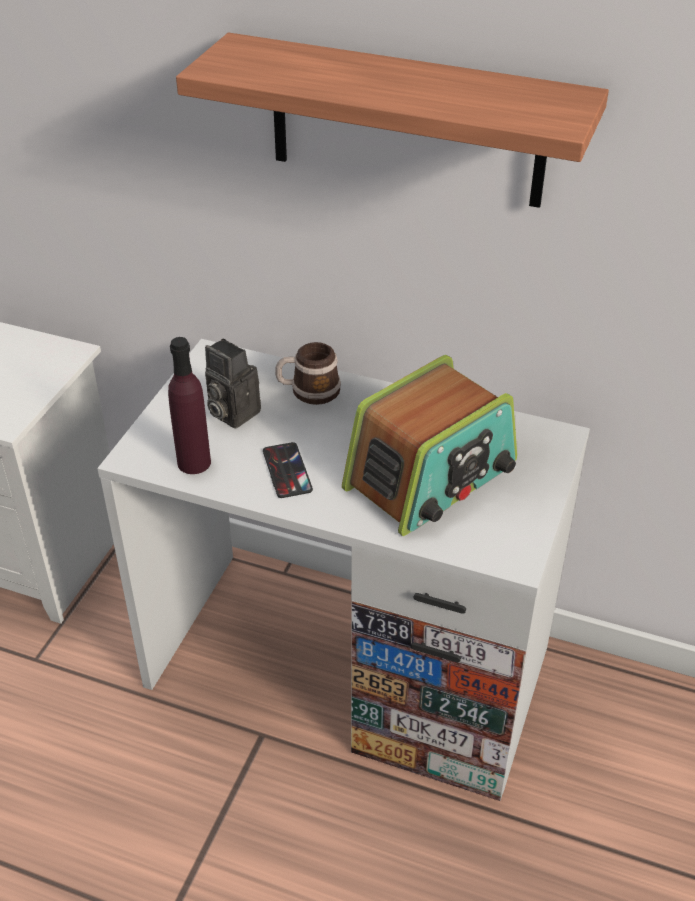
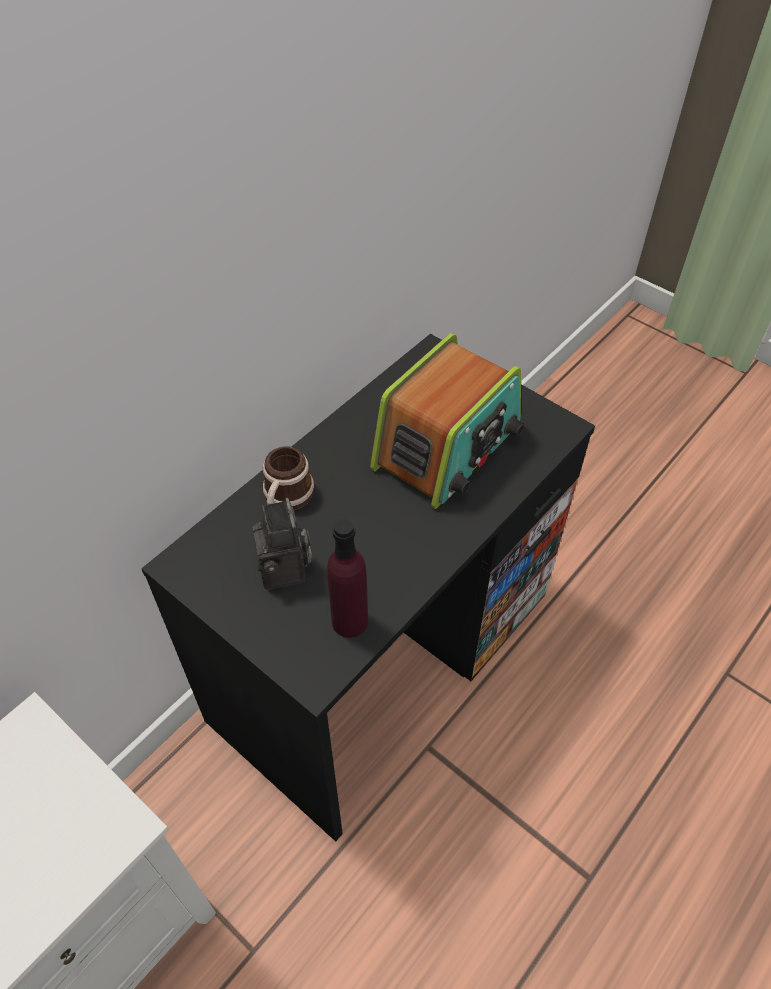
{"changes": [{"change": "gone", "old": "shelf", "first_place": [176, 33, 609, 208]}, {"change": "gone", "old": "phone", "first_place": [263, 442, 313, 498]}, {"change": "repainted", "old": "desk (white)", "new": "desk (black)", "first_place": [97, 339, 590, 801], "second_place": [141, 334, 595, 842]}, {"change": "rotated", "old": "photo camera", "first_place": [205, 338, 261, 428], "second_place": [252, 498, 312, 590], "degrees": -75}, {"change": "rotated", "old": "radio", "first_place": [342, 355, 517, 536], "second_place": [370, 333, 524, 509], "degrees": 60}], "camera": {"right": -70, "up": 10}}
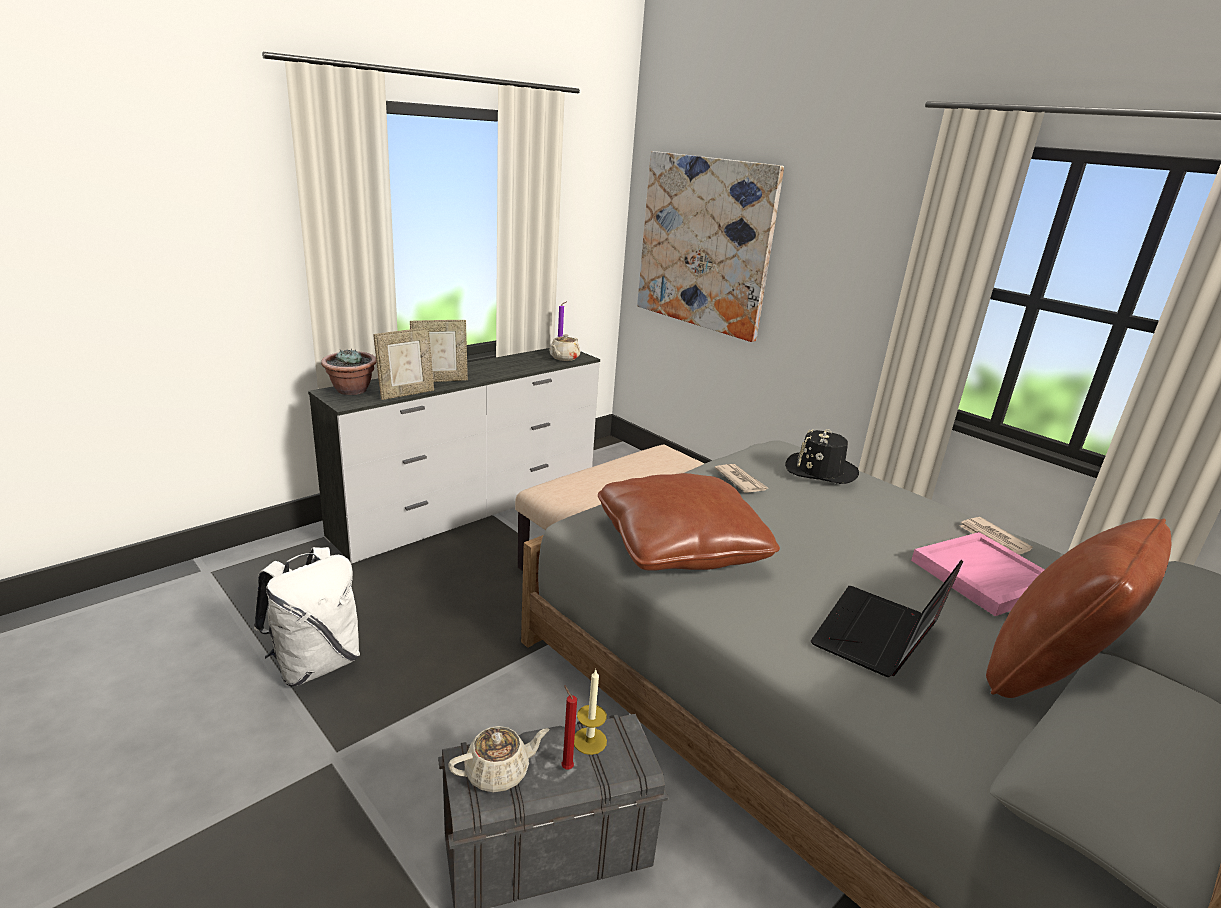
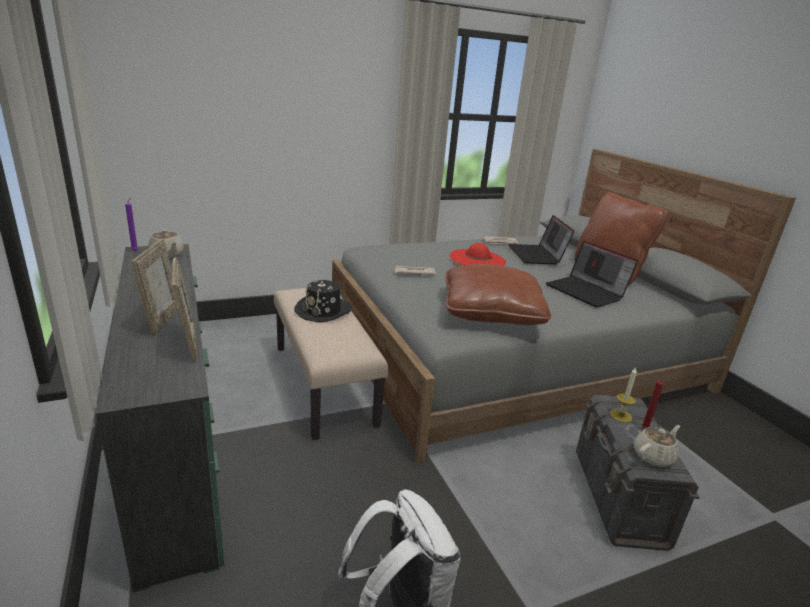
{"changes": [{"change": "gone", "old": "potted plant", "first_place": [321, 348, 377, 395]}, {"change": "gone", "old": "picture", "first_place": [637, 151, 784, 342]}, {"change": "new", "new": "hat (red)", "second_place": [450, 243, 506, 266]}, {"change": "shifted", "old": "hat (black)", "first_place": [785, 429, 859, 484], "second_place": [294, 279, 352, 322]}, {"change": "swapped", "old": "tray (pink)", "new": "laptop", "first_place": [911, 532, 1045, 616], "second_place": [508, 215, 575, 264]}, {"change": "repainted", "old": "dresser (white)", "new": "dresser (green)", "first_place": [308, 348, 600, 564], "second_place": [96, 244, 224, 593]}, {"change": "rotated", "old": "teapot (beige)", "first_place": [448, 726, 549, 792], "second_place": [634, 425, 680, 467], "degrees": 60}], "camera": {"right": -70, "up": 0}}
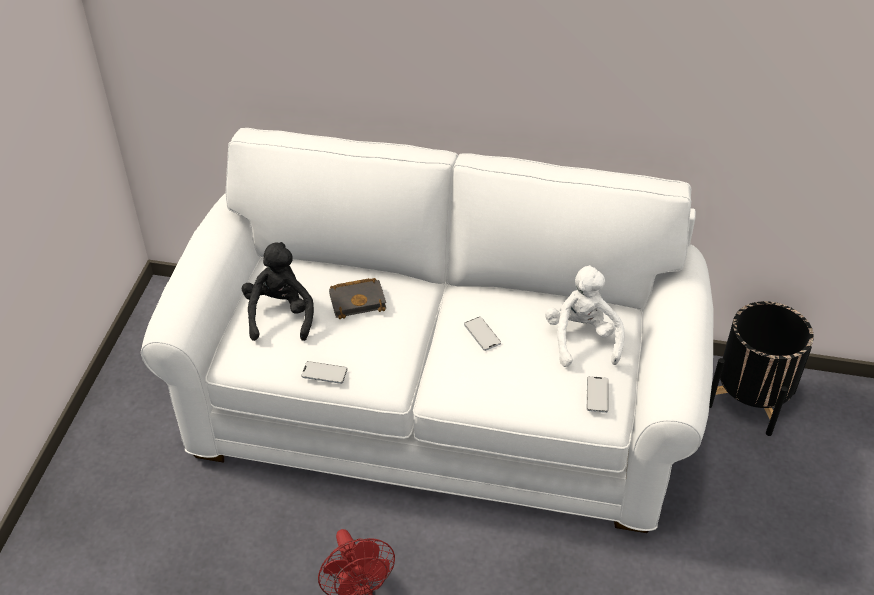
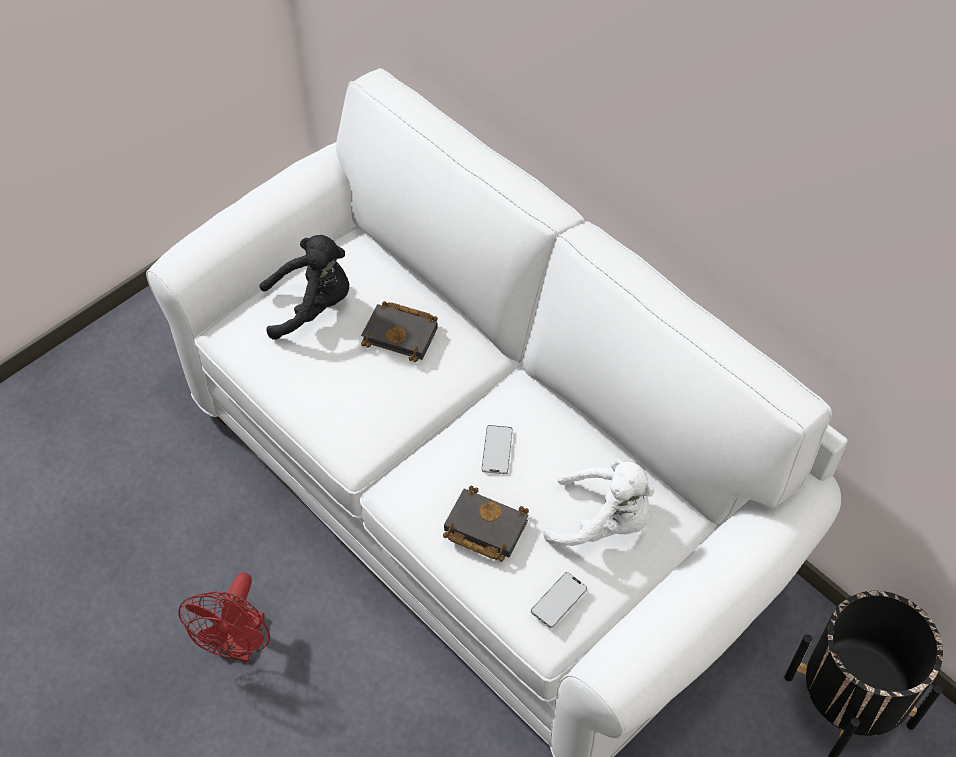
{"changes": [{"change": "gone", "old": "phone", "first_place": [301, 361, 348, 384]}, {"change": "new", "new": "book (black)", "second_place": [443, 486, 529, 562]}, {"change": "rotated", "old": "plush toy (black)", "first_place": [242, 242, 314, 341], "second_place": [259, 235, 349, 340], "degrees": 45}, {"change": "rotated", "old": "plush toy (white)", "first_place": [545, 265, 625, 367], "second_place": [544, 459, 654, 546], "degrees": 75}], "camera": {"right": 35, "up": 10}}
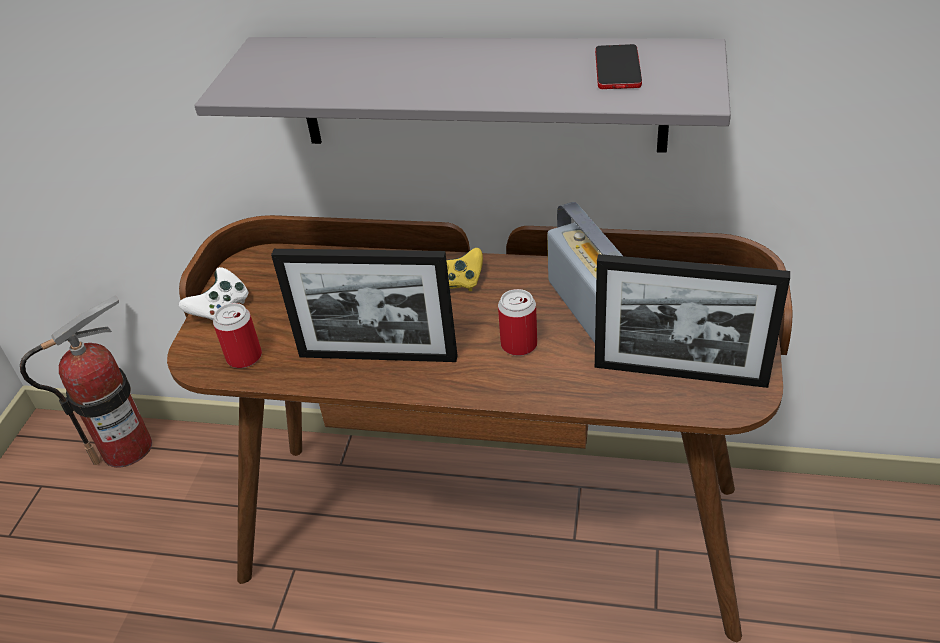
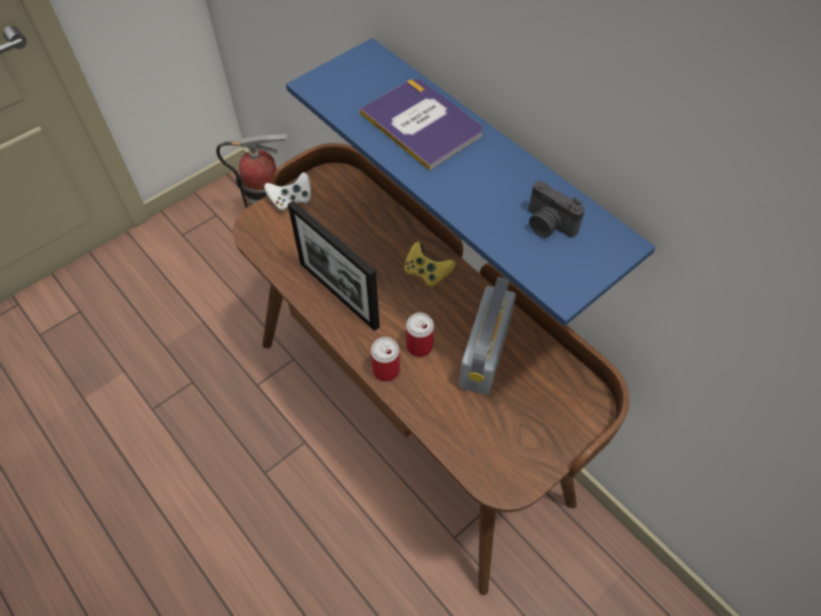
{"changes": [{"change": "gone", "old": "picture frame", "first_place": [595, 254, 790, 388]}, {"change": "new", "new": "book", "second_place": [360, 79, 483, 171]}, {"change": "shifted", "old": "can", "first_place": [213, 303, 262, 368], "second_place": [371, 337, 400, 382]}, {"change": "swapped", "old": "phone", "new": "photo camera", "first_place": [595, 44, 642, 89], "second_place": [528, 181, 585, 238]}, {"change": "repainted", "old": "shelf (grey)", "new": "shelf (blue)", "first_place": [194, 37, 731, 153], "second_place": [286, 38, 656, 326]}], "camera": {"right": 35, "up": 15}}
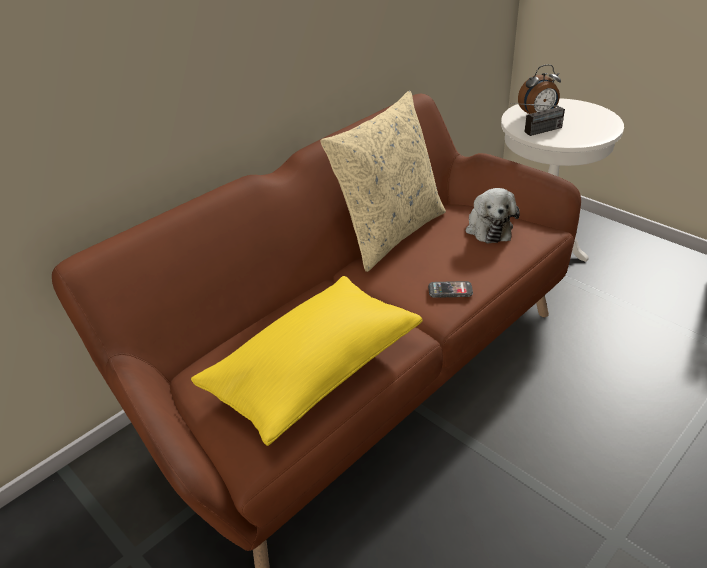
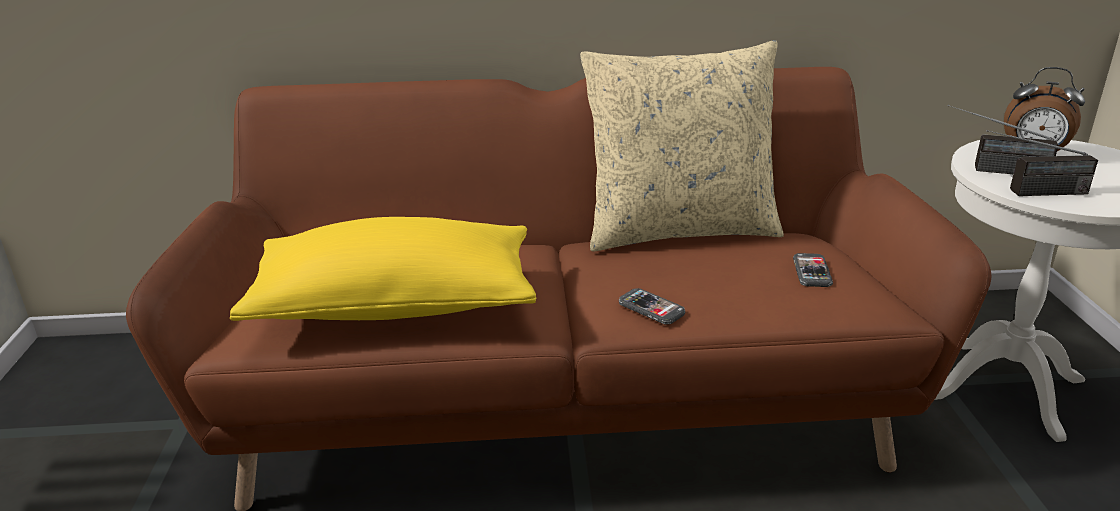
{"changes": [{"change": "new", "new": "radio", "second_place": [986, 130, 1098, 196]}, {"change": "swapped", "old": "plush toy", "new": "phone", "first_place": [466, 188, 520, 244], "second_place": [793, 253, 833, 287]}], "camera": {"right": 40, "up": -10}}
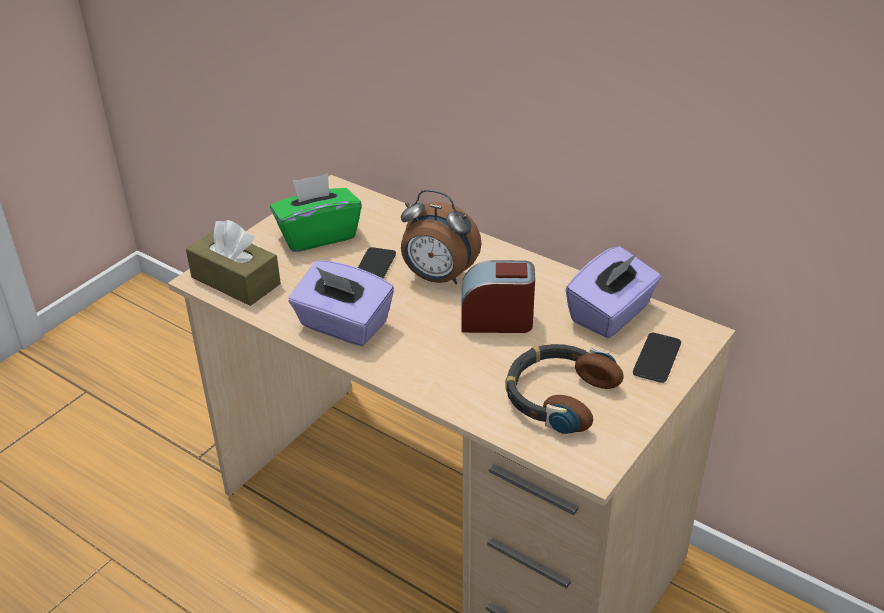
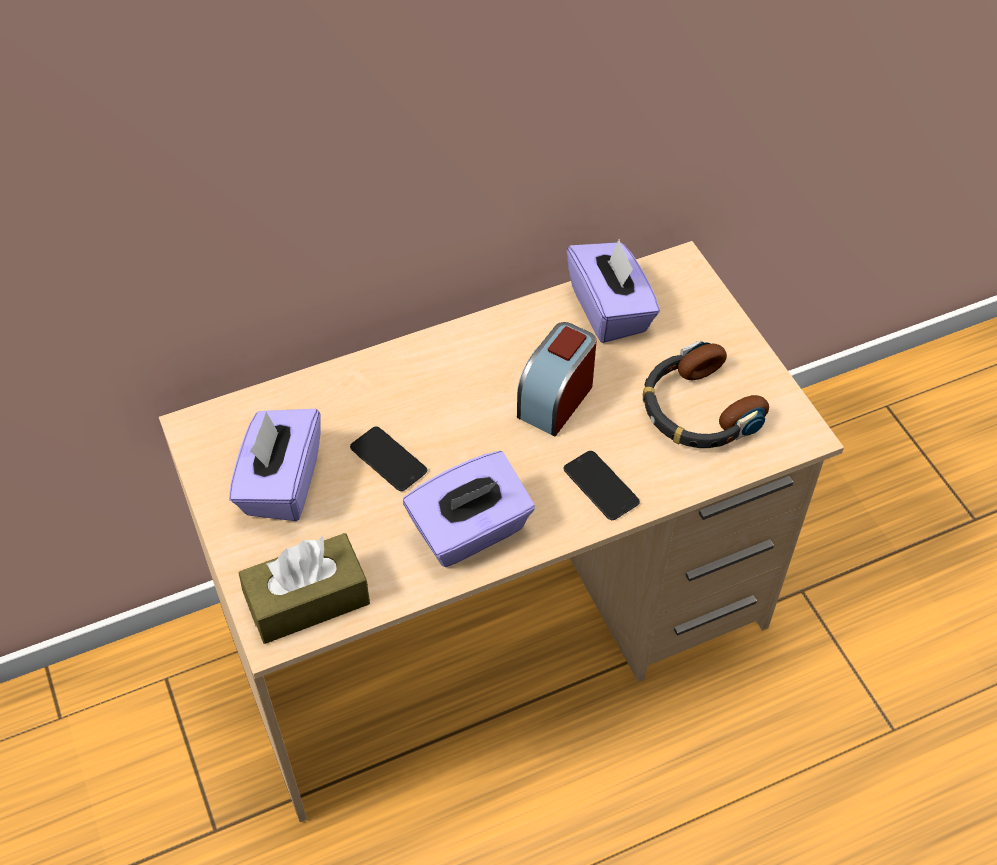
{"changes": [{"change": "gone", "old": "alarm clock", "first_place": [401, 190, 482, 284]}, {"change": "shifted", "old": "phone", "first_place": [633, 333, 681, 383], "second_place": [564, 451, 640, 520]}, {"change": "repainted", "old": "tissue box (green)", "new": "tissue box (purple)", "first_place": [270, 174, 362, 252], "second_place": [229, 409, 321, 521]}], "camera": {"right": -60, "up": 15}}
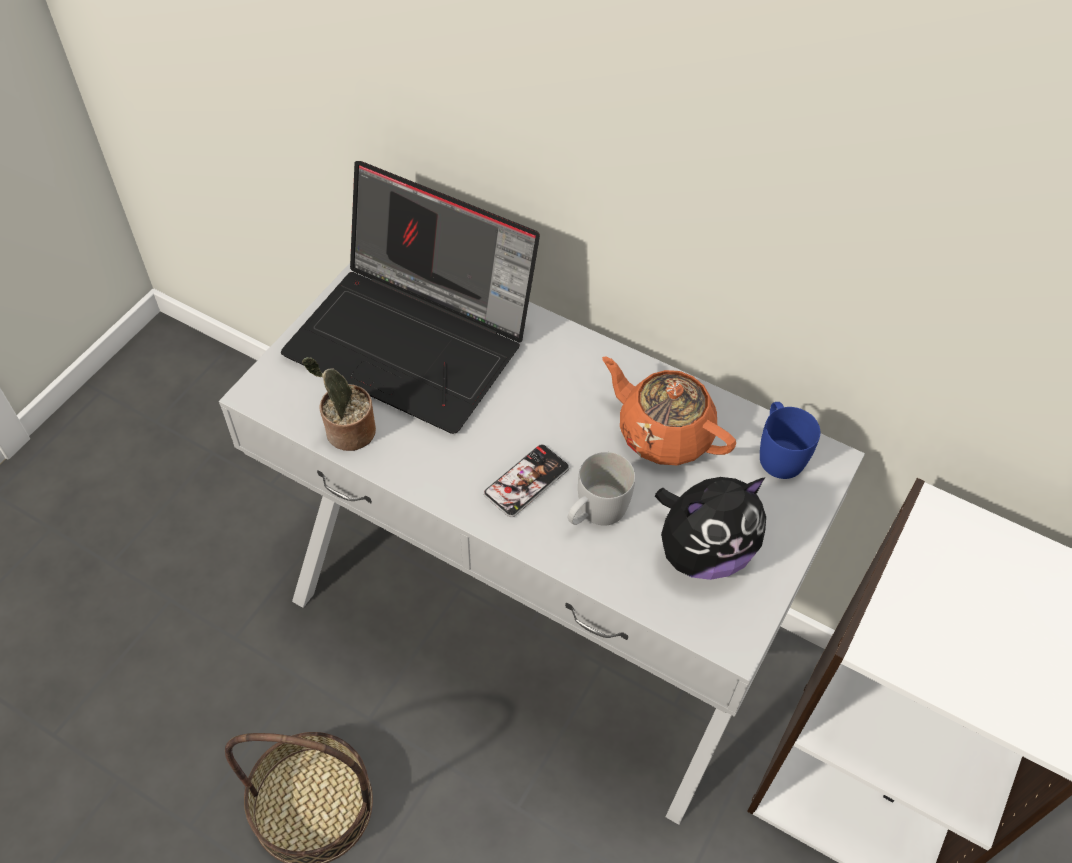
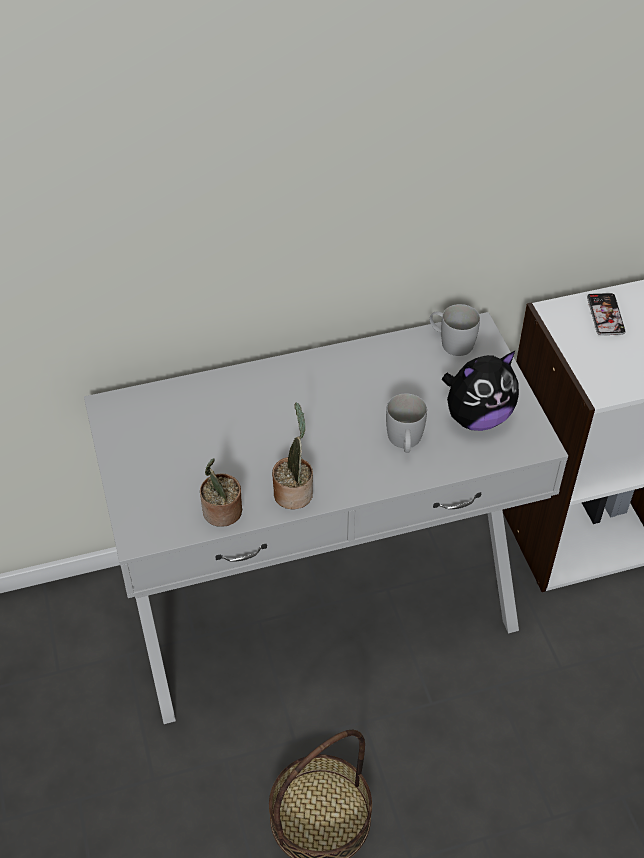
{"changes": [{"change": "gone", "old": "laptop", "first_place": [281, 161, 540, 434]}, {"change": "gone", "old": "teapot (orange)", "first_place": [602, 357, 736, 465]}, {"change": "new", "new": "potted plant", "second_place": [272, 402, 313, 509]}, {"change": "shifted", "old": "phone", "first_place": [484, 444, 569, 517], "second_place": [587, 293, 626, 335]}, {"change": "repainted", "old": "mug (blue)", "new": "mug (white)", "first_place": [760, 402, 820, 479], "second_place": [430, 304, 480, 356]}, {"change": "rotated", "old": "plush toy", "first_place": [655, 477, 766, 580], "second_place": [442, 351, 519, 431], "degrees": 45}], "camera": {"right": -45, "up": -5}}
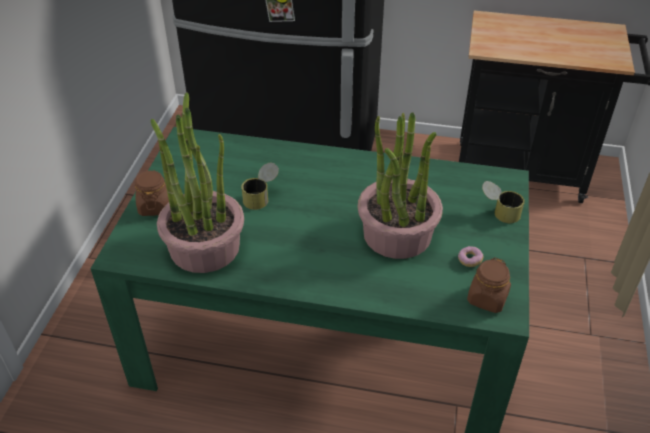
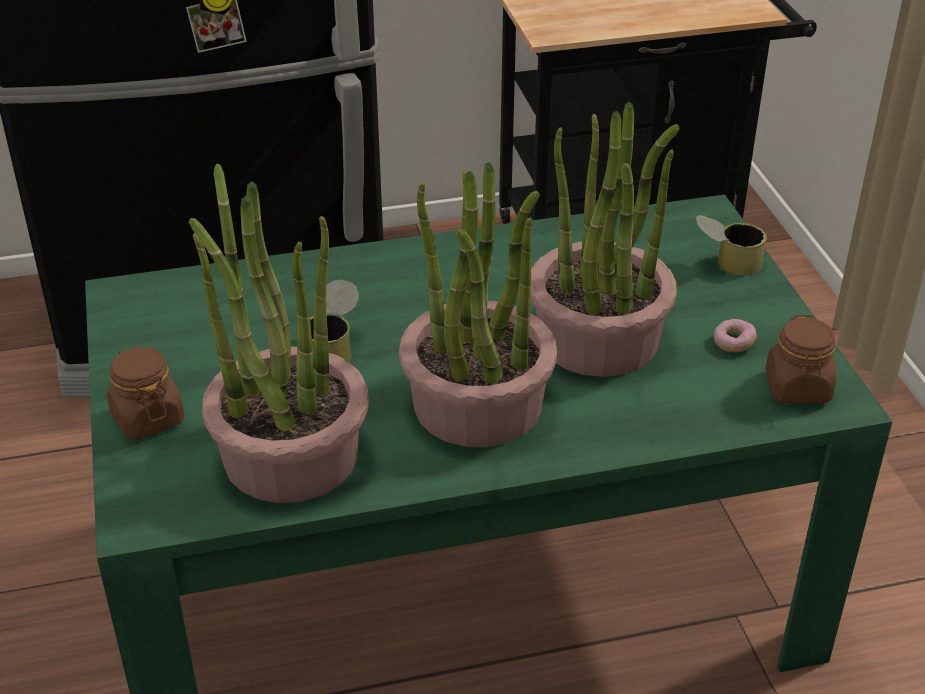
{"changes": [{"change": "new", "new": "potted plant", "second_place": [399, 162, 557, 447]}], "camera": {"right": -25, "up": -5}}
